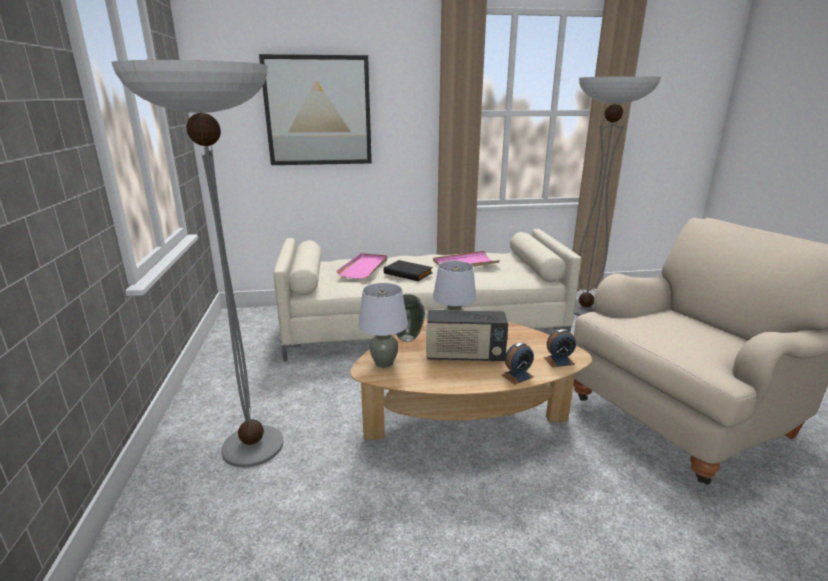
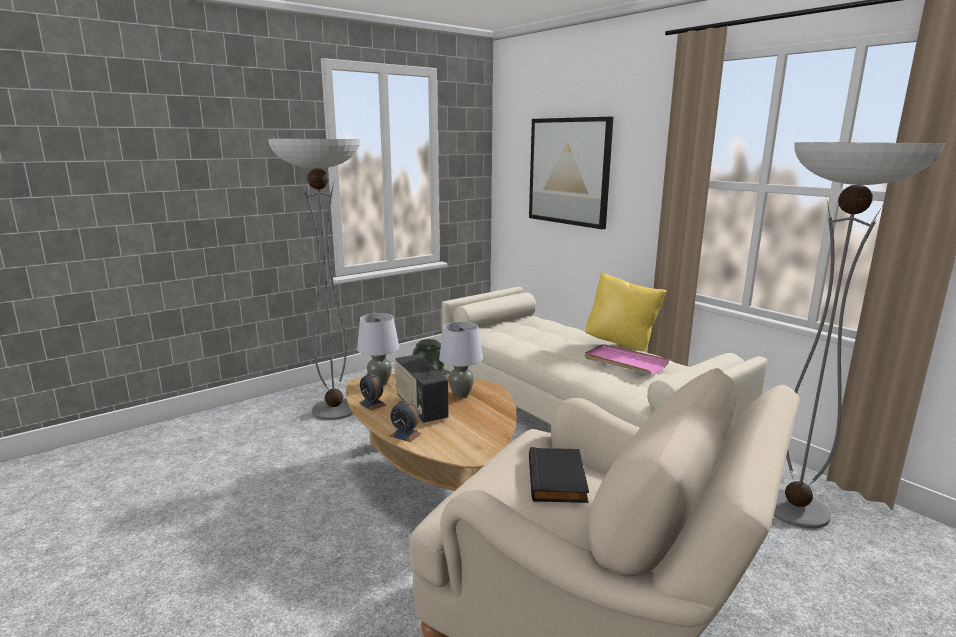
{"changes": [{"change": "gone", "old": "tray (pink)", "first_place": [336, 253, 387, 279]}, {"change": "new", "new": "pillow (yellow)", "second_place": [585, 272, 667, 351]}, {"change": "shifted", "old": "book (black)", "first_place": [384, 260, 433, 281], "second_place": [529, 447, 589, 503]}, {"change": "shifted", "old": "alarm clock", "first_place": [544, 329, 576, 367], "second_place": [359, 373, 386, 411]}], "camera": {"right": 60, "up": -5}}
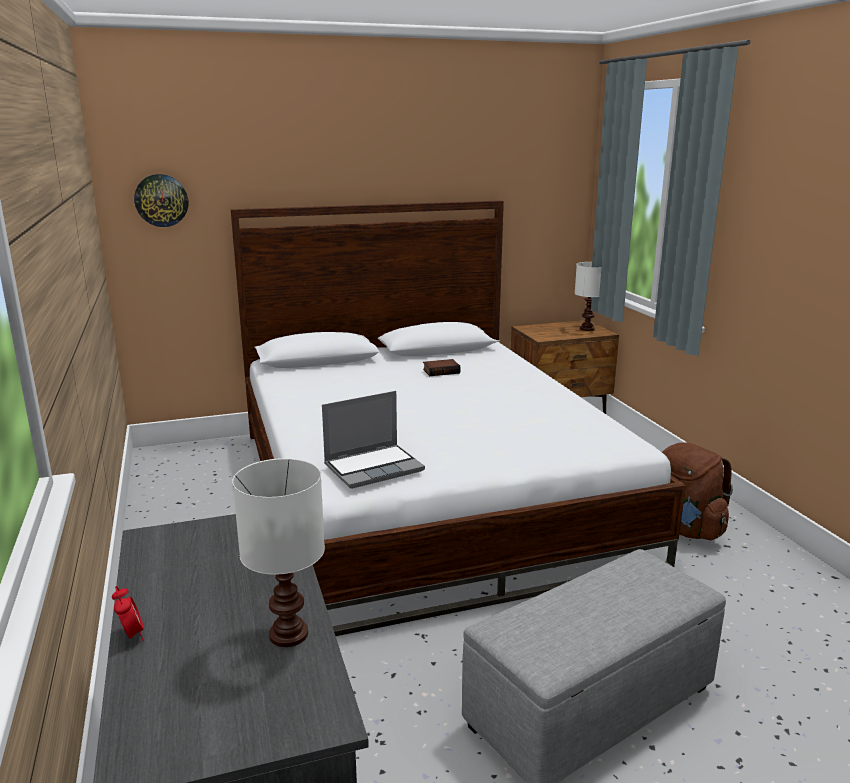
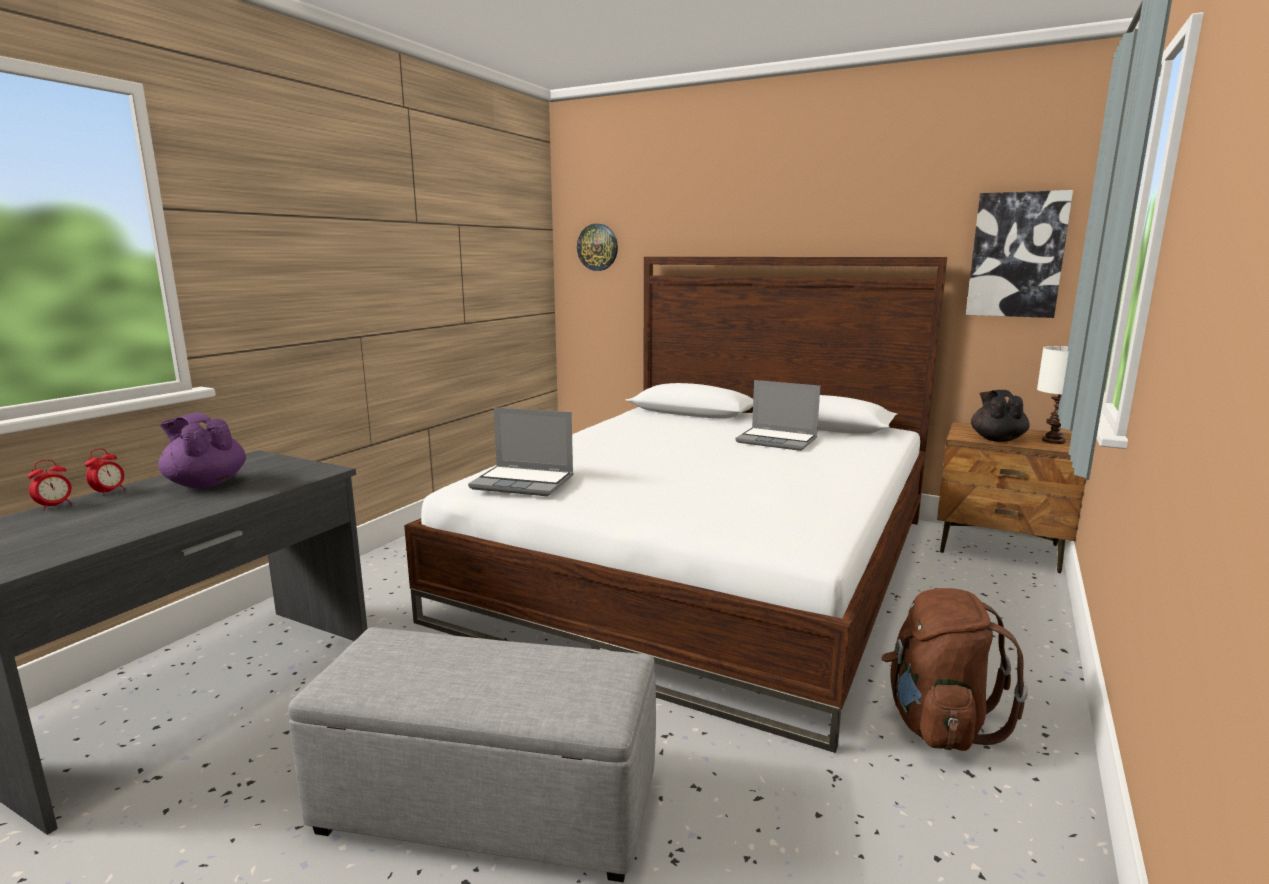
{"changes": [{"change": "gone", "old": "table lamp (white)", "first_place": [232, 458, 325, 647]}, {"change": "new", "new": "alarm clock", "second_place": [28, 460, 72, 510]}, {"change": "new", "new": "teapot (purple)", "second_place": [158, 413, 246, 488]}, {"change": "new", "new": "picture", "second_place": [966, 190, 1073, 318]}, {"change": "new", "new": "teapot (black)", "second_place": [971, 390, 1030, 442]}, {"change": "swapped", "old": "book", "new": "laptop", "first_place": [423, 359, 461, 376], "second_place": [735, 380, 820, 451]}], "camera": {"right": 45, "up": -5}}
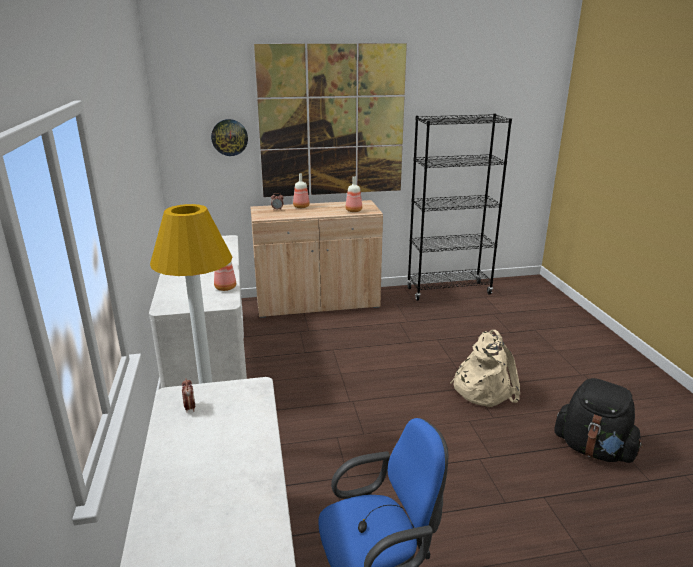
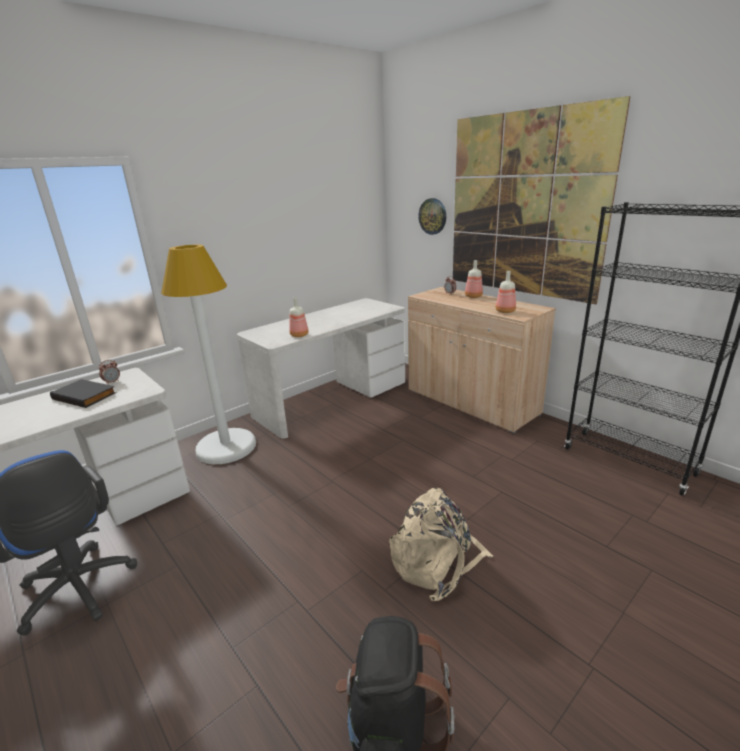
{"changes": [{"change": "new", "new": "book (black)", "second_place": [50, 379, 116, 408]}], "camera": {"right": 60, "up": 0}}
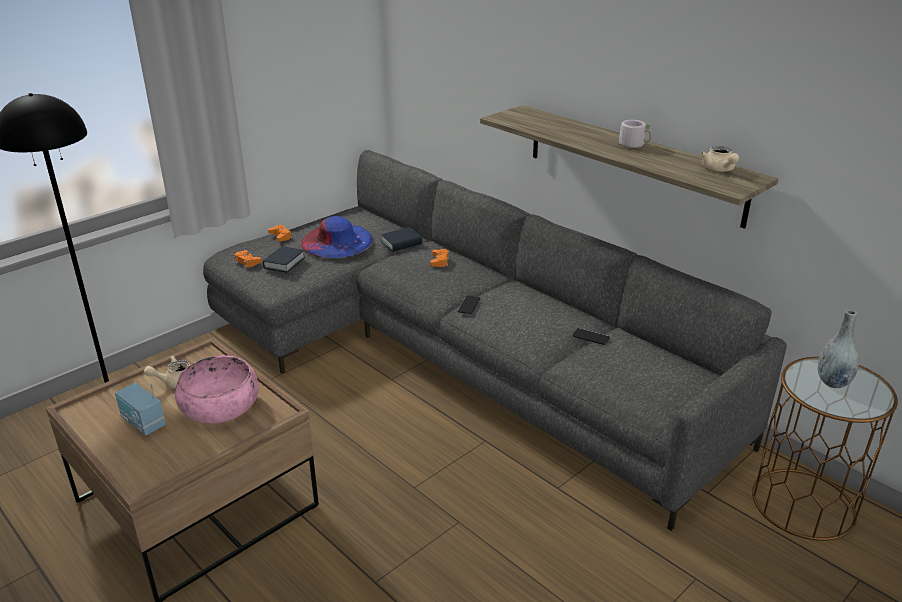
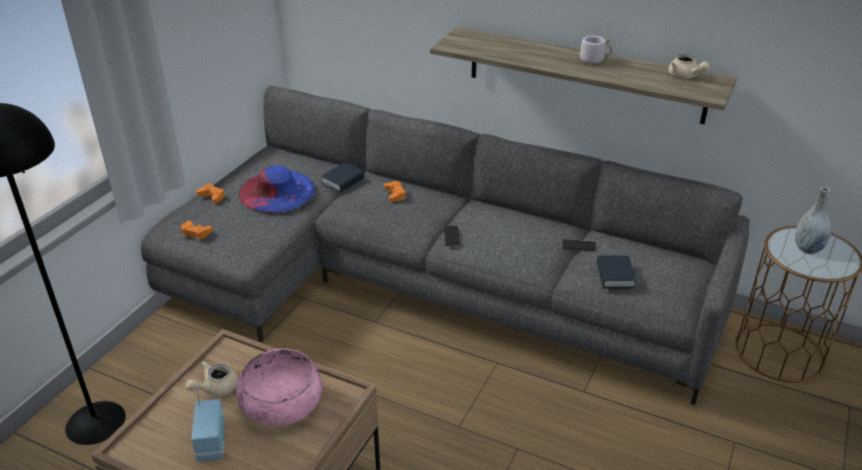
{"changes": [{"change": "shifted", "old": "book", "first_place": [263, 246, 305, 273], "second_place": [597, 255, 636, 288]}, {"change": "rotated", "old": "radio", "first_place": [115, 383, 166, 436], "second_place": [192, 385, 225, 462], "degrees": -120}], "camera": {"right": -20, "up": 5}}
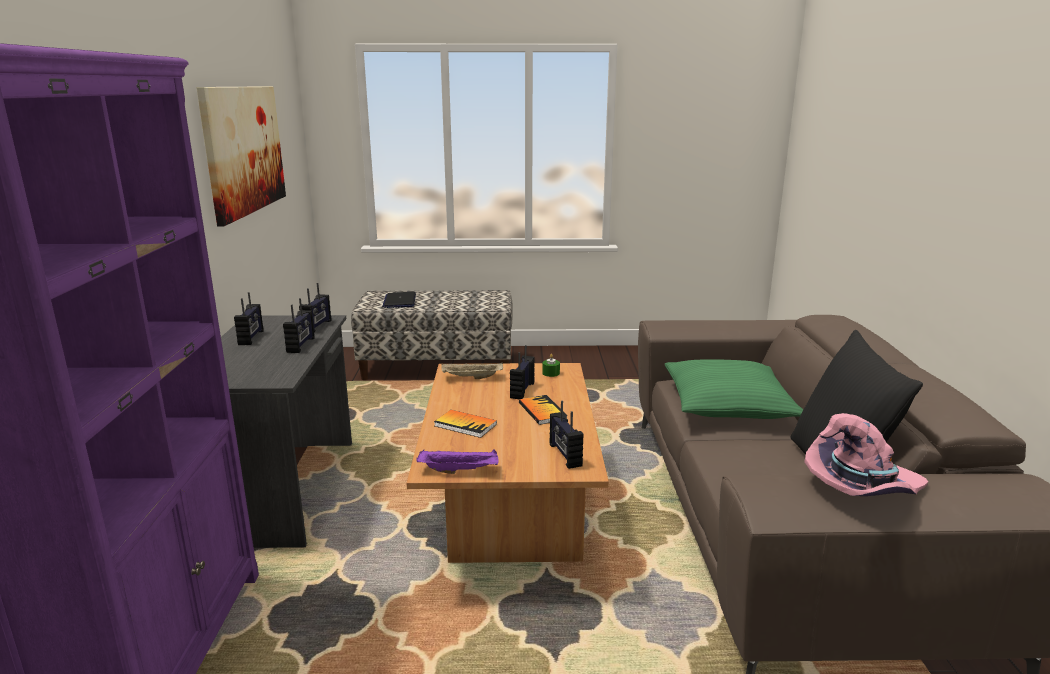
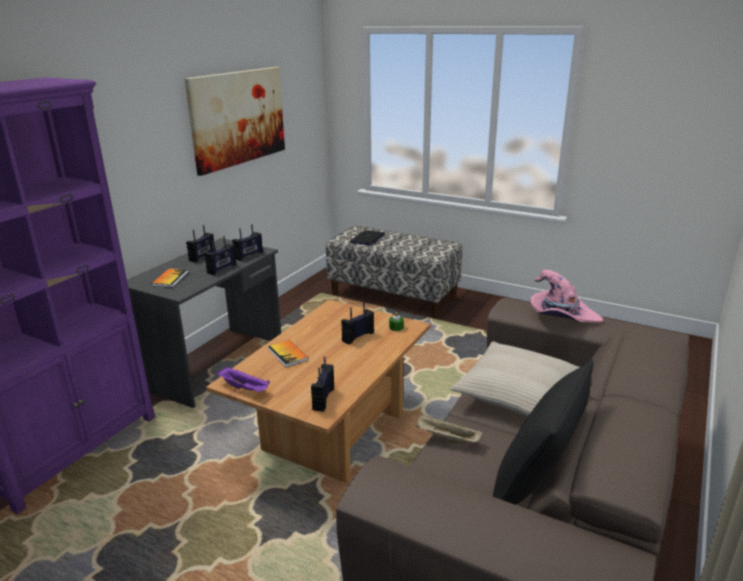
{"changes": [{"change": "shifted", "old": "tray (beige)", "first_place": [441, 362, 503, 379], "second_place": [416, 414, 482, 444]}, {"change": "shifted", "old": "book", "first_place": [519, 395, 567, 425], "second_place": [151, 269, 188, 287]}, {"change": "shifted", "old": "hat (pink)", "first_place": [804, 413, 928, 496], "second_place": [530, 270, 603, 323]}, {"change": "repainted", "old": "pillow (green)", "new": "pillow (beige)", "first_place": [665, 359, 803, 419], "second_place": [450, 341, 580, 417]}], "camera": {"right": 30, "up": 5}}
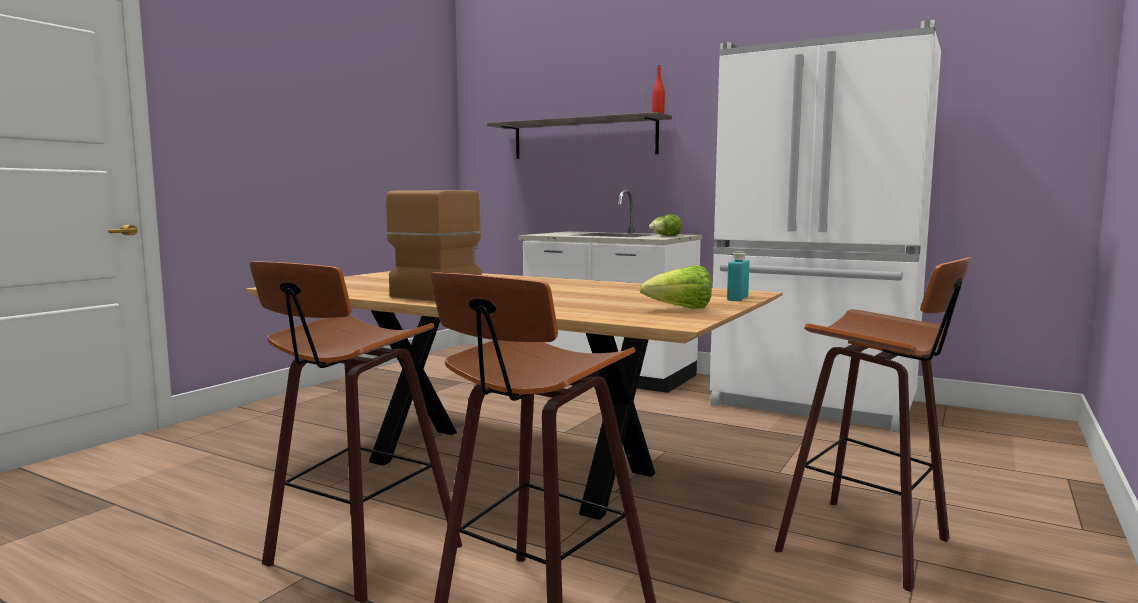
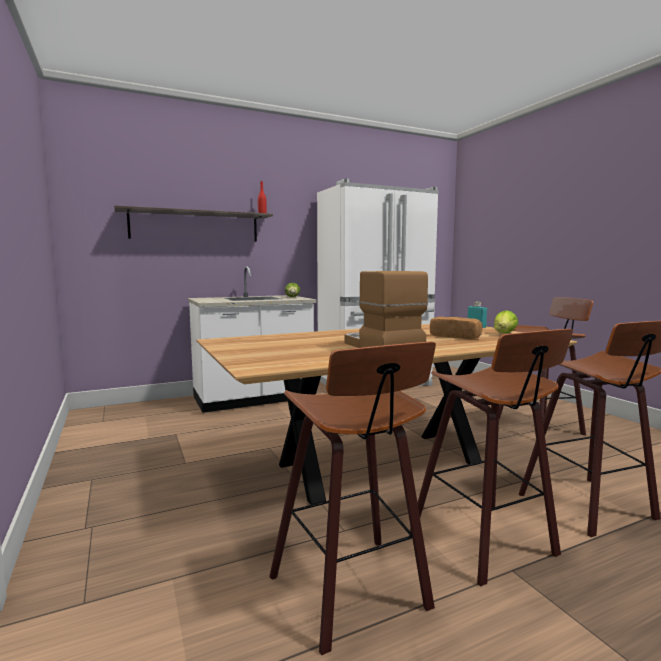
{"changes": [{"change": "new", "new": "stool", "second_place": [269, 342, 436, 656]}, {"change": "new", "new": "bread", "second_place": [430, 317, 483, 339]}], "camera": {"right": -55, "up": 0}}
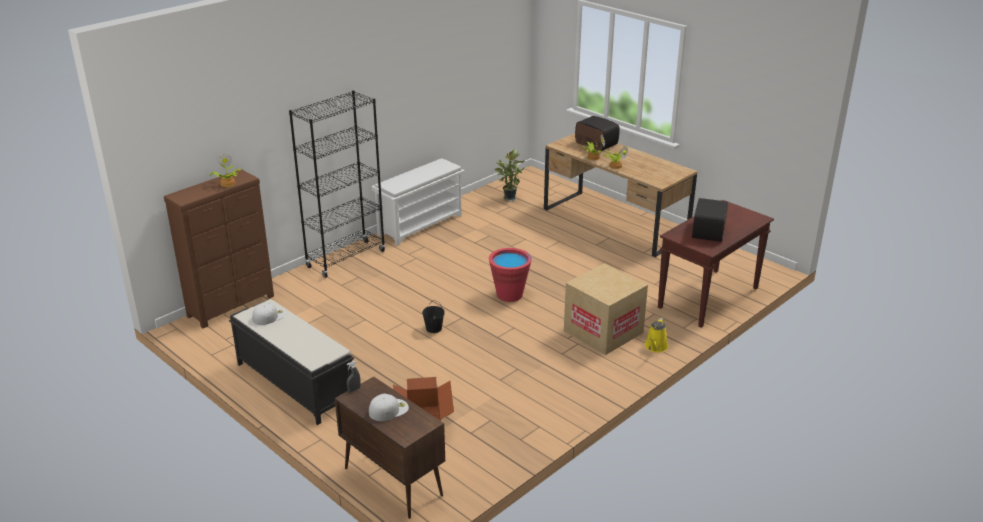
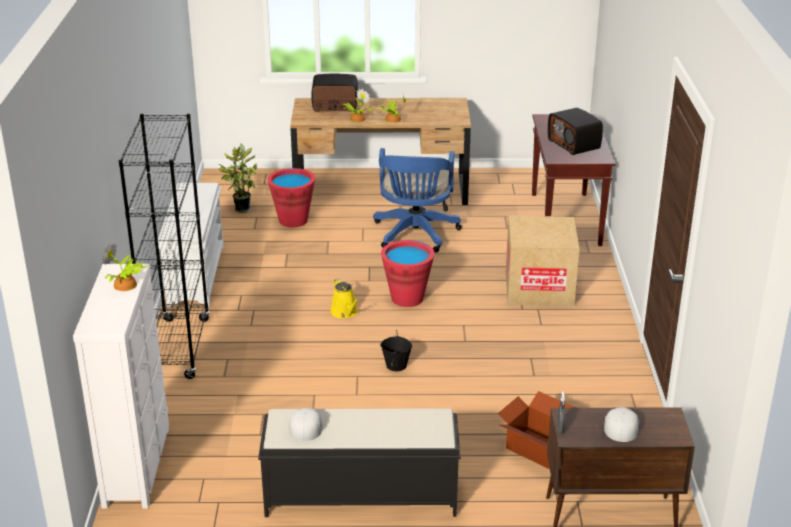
{"changes": [{"change": "new", "new": "bucket (red)", "second_place": [268, 168, 315, 227]}, {"change": "new", "new": "office chair (blue)", "second_place": [373, 148, 462, 253]}, {"change": "shifted", "old": "watering can (yellow)", "first_place": [645, 318, 669, 353], "second_place": [330, 278, 359, 319]}, {"change": "repainted", "old": "dresser (brown)", "new": "dresser (white)", "first_place": [164, 169, 274, 328], "second_place": [73, 264, 169, 509]}], "camera": {"right": -45, "up": 0}}
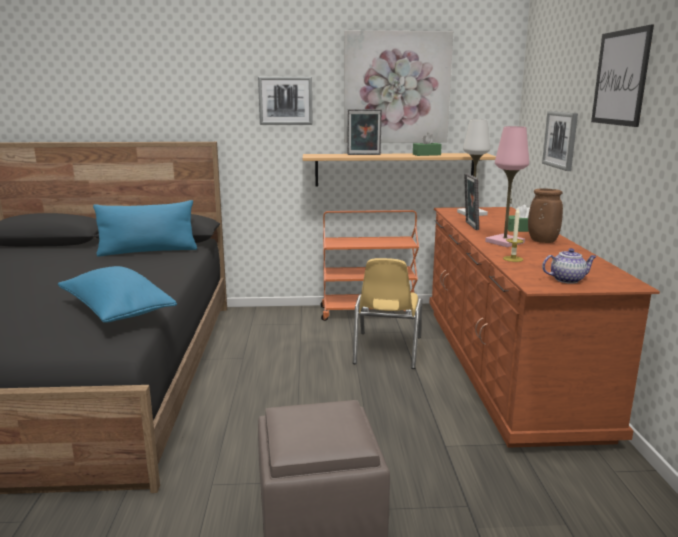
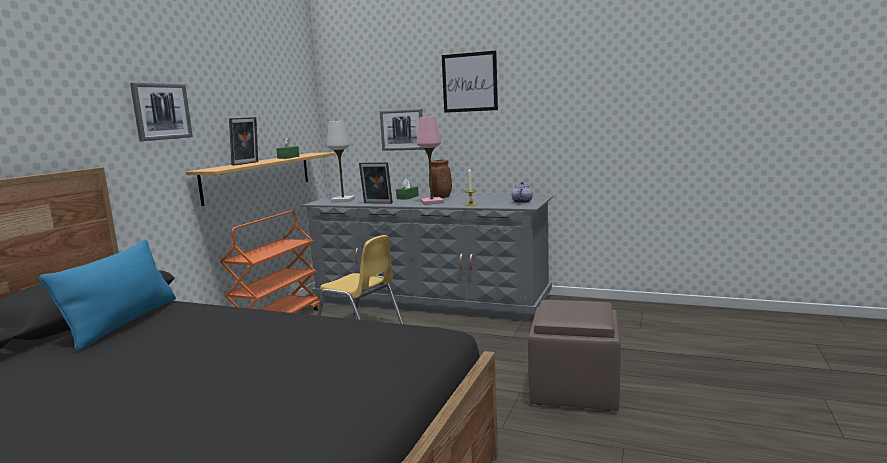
{"changes": [{"change": "gone", "old": "pillow (blue)", "first_place": [58, 266, 177, 323]}, {"change": "gone", "old": "picture", "first_place": [344, 31, 453, 143]}, {"change": "repainted", "old": "dresser (brown)", "new": "dresser (grey)", "first_place": [429, 207, 660, 448], "second_place": [302, 194, 553, 321]}], "camera": {"right": -65, "up": -5}}
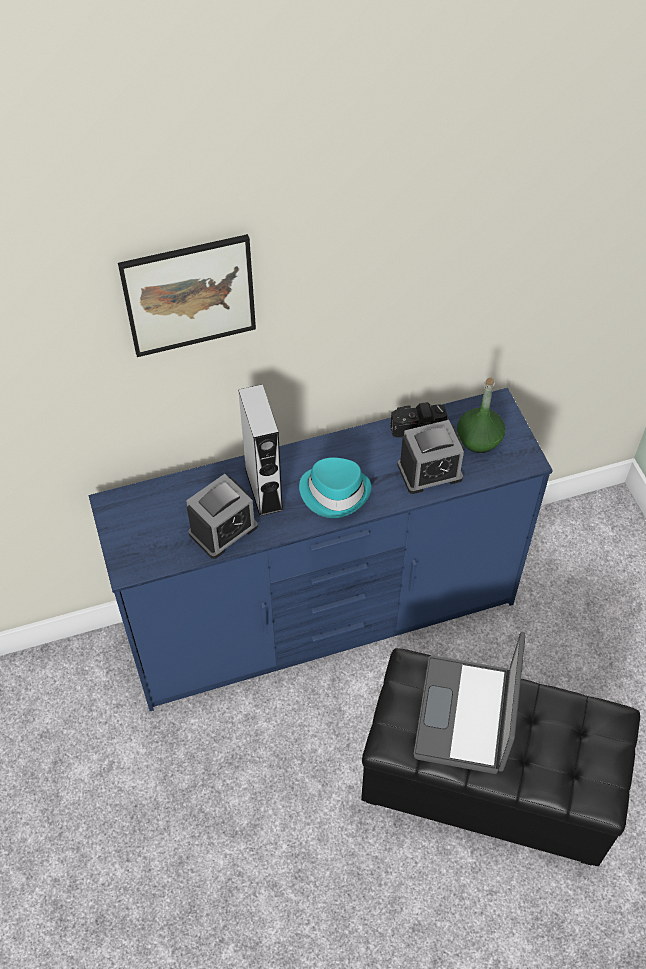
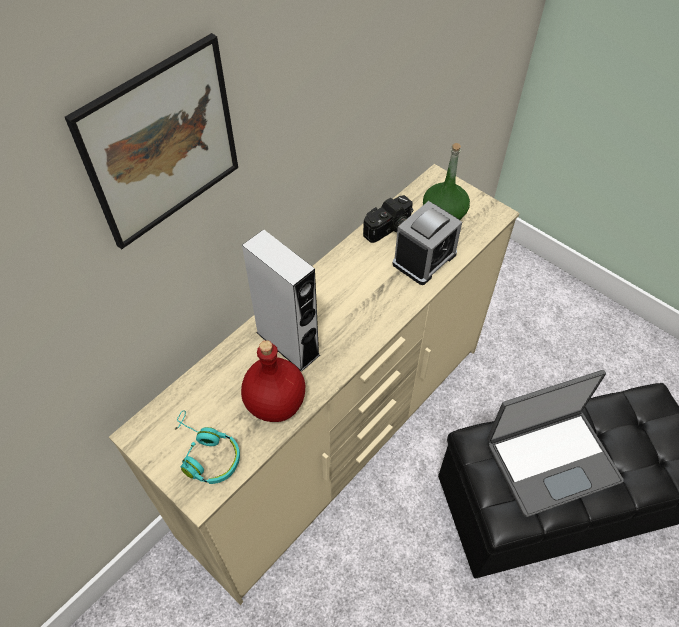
{"changes": [{"change": "gone", "old": "hat (turquoise)", "first_place": [299, 457, 371, 518]}, {"change": "new", "new": "headphones (turquoise)", "second_place": [175, 410, 240, 484]}, {"change": "swapped", "old": "alarm clock", "new": "bottle (red)", "first_place": [186, 474, 258, 559], "second_place": [241, 340, 305, 422]}, {"change": "repainted", "old": "dresser (blue)", "new": "dresser (beige)", "first_place": [88, 388, 553, 711], "second_place": [109, 164, 520, 605]}, {"change": "rotated", "old": "laptop", "first_place": [414, 632, 526, 774], "second_place": [487, 370, 624, 517], "degrees": -90}], "camera": {"right": -30, "up": 0}}
